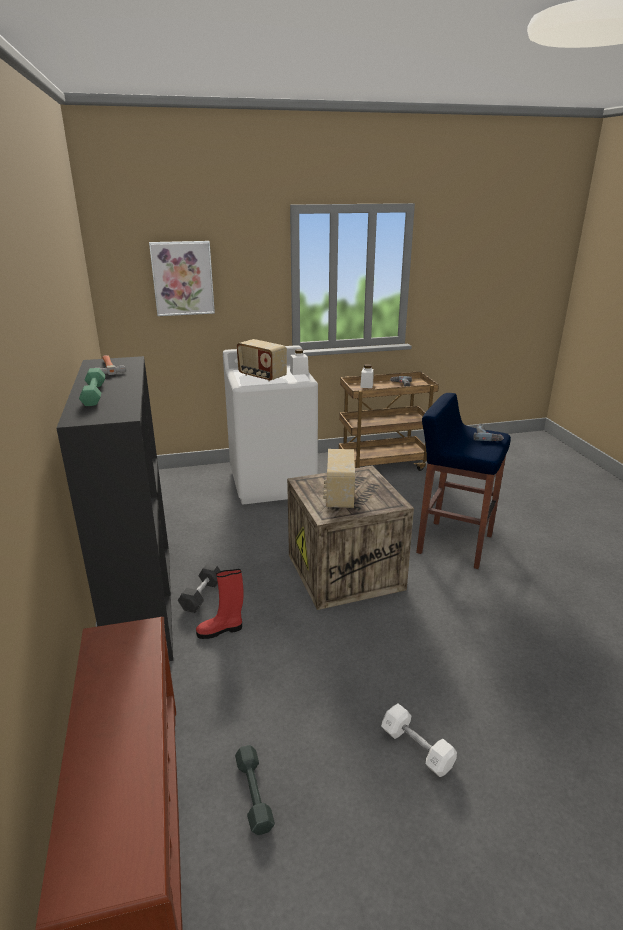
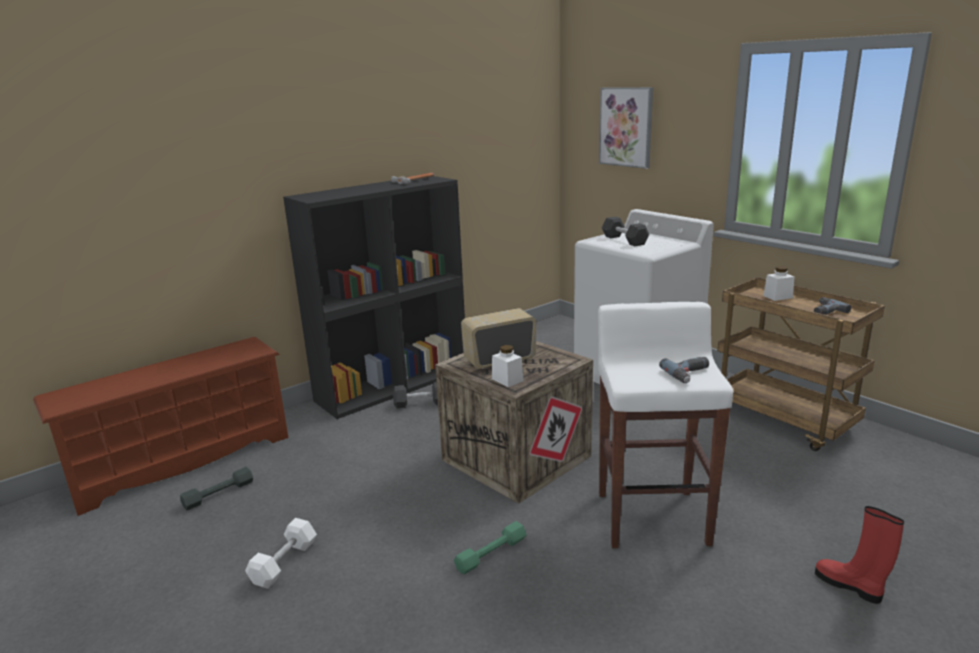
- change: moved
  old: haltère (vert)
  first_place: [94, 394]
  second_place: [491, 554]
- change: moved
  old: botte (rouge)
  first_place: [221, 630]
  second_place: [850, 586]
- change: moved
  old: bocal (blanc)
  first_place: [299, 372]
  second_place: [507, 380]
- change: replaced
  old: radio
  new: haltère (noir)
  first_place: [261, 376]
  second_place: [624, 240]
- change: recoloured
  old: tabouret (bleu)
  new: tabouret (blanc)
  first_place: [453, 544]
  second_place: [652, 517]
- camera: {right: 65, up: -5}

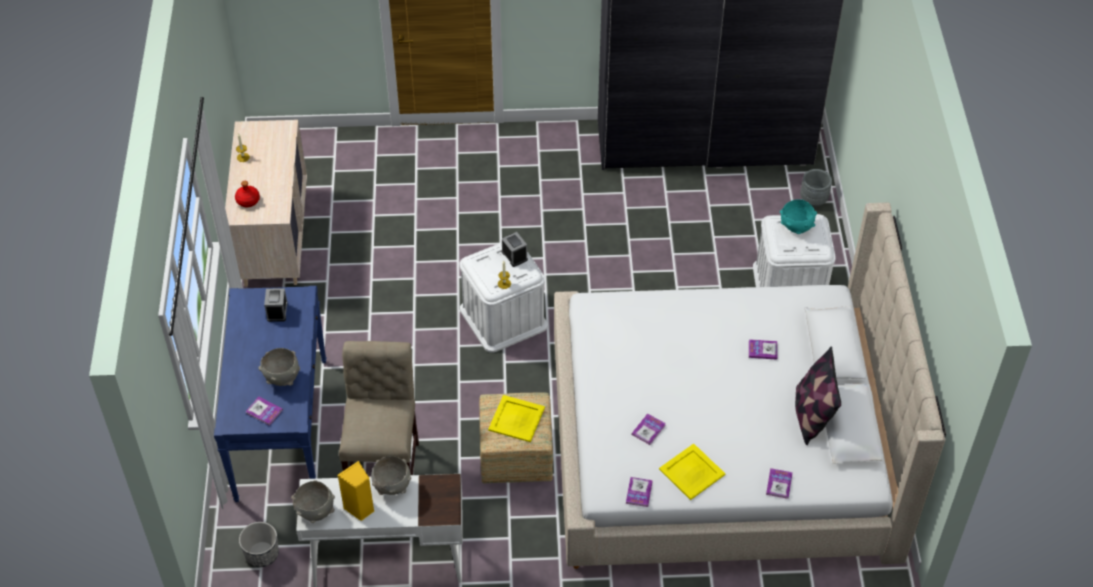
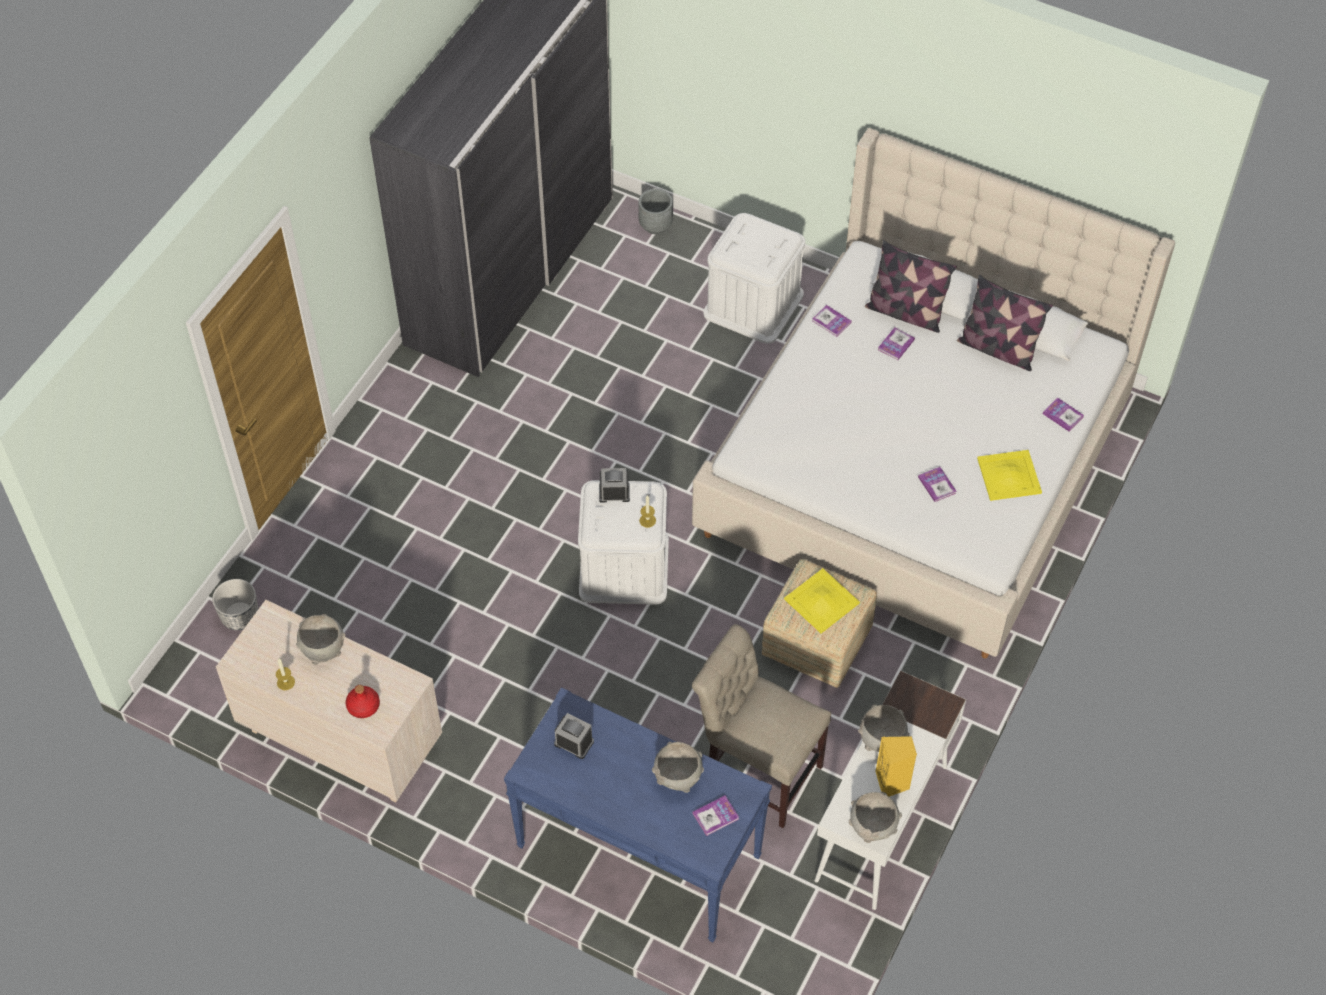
- change: removed
  old: bol (turquoise)
  first_place: [796, 227]
- change: added
  new: bol (gris)
  second_place: [323, 650]
- change: added
  new: coussin
  second_place: [905, 312]
- change: moved
  old: cache-pot
  first_place: [261, 554]
  second_place: [240, 616]
- change: moved
  old: livre
  first_place: [639, 492]
  second_place: [831, 321]
- camera: {right: -60, up: 5}

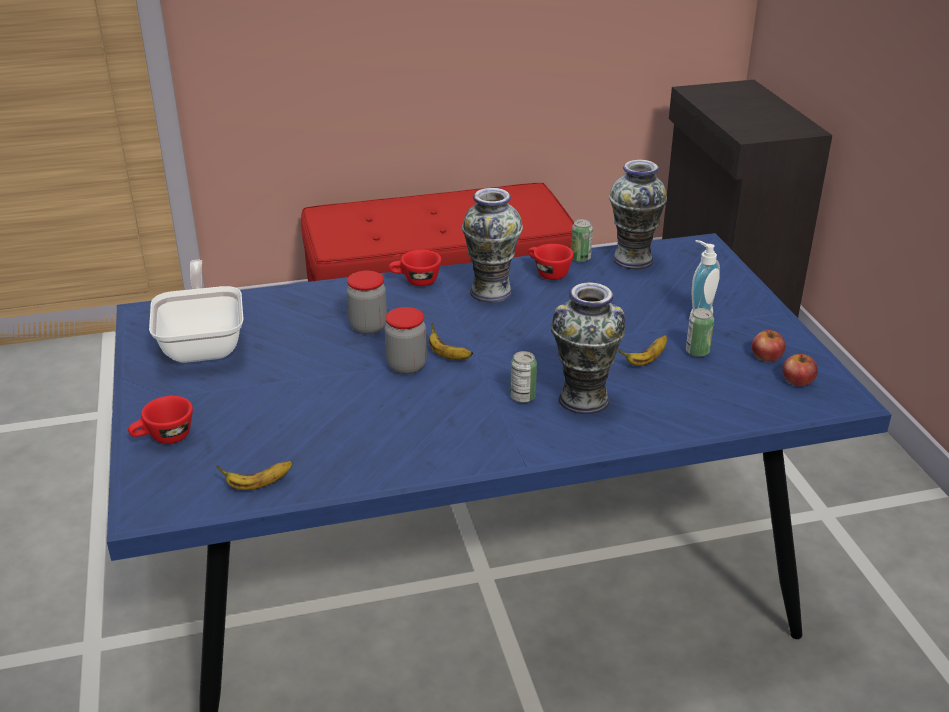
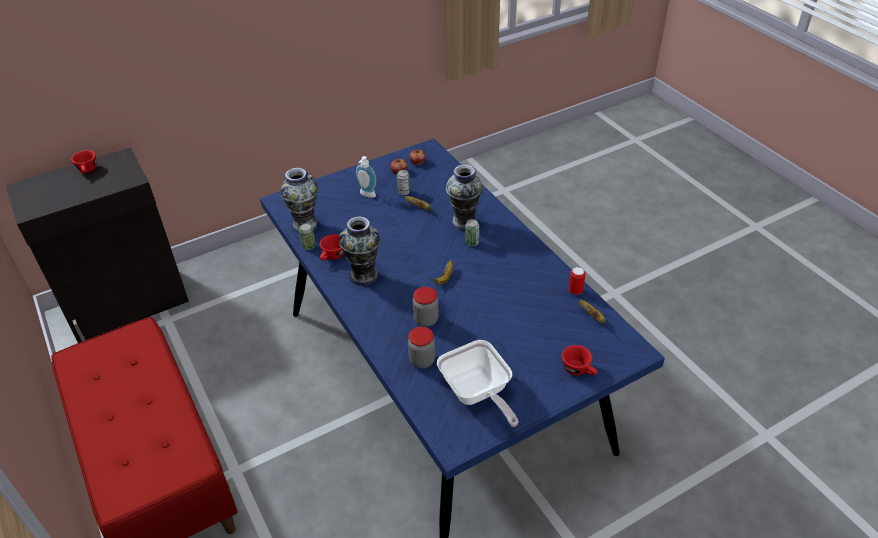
- change: added
  new: boîte métallique
  second_place: [575, 291]
- change: moved
  old: bocal
  first_place: [406, 365]
  second_place: [422, 360]
- change: moved
  old: tasse (rouge)
  first_place: [415, 281]
  second_place: [88, 170]
- change: turned
  old: poêle
  first_place: [203, 343]
  second_place: [477, 394]
  degrees: -90
- camera: {right: -105, up: 10}

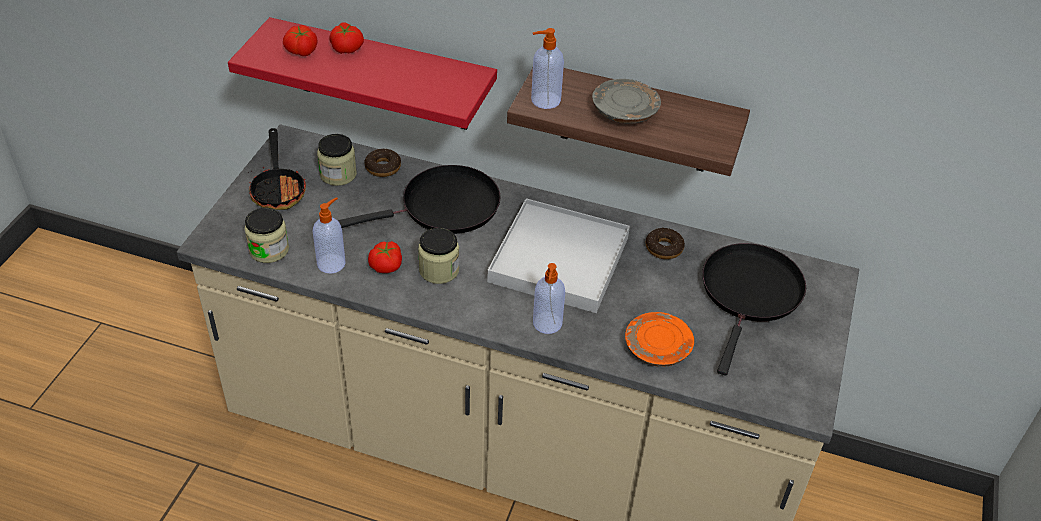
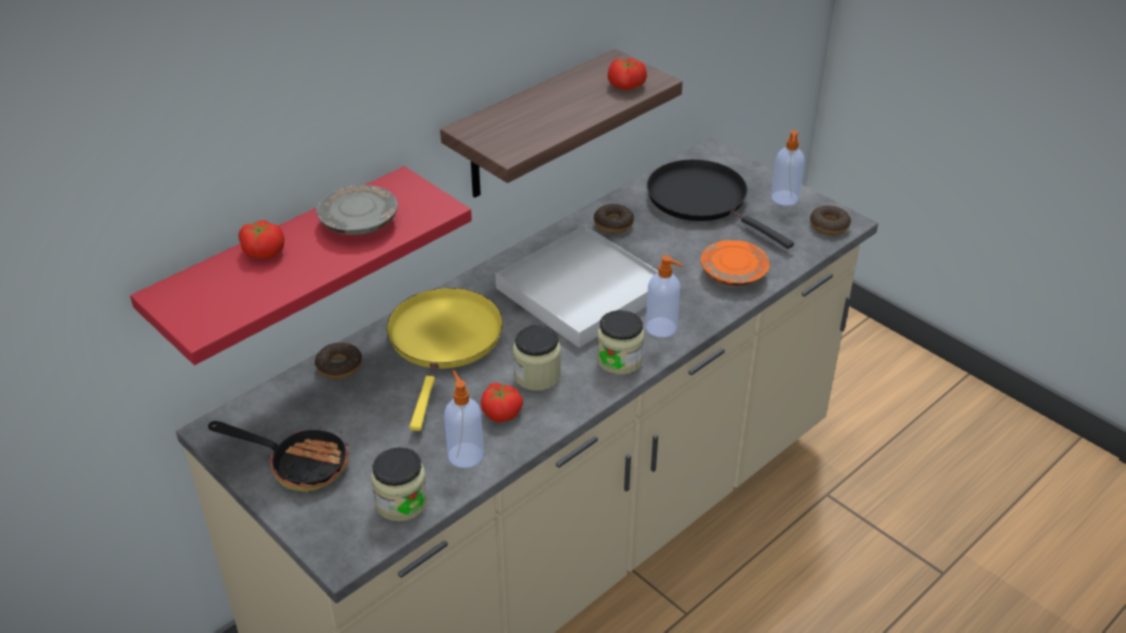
- change: added
  new: beignet
  second_place: [829, 226]
- change: moved
  old: tomate
  first_place: [301, 51]
  second_place: [626, 86]
- change: moved
  old: bocal
  first_place: [338, 174]
  second_place: [619, 360]
- change: moved
  old: distributeur de savon
  first_place: [544, 100]
  second_place: [784, 199]
- change: moved
  old: assiette (gris)
  first_place: [624, 111]
  second_place: [358, 222]
- change: recoloured
  old: poêle (noir)
  new: poêle (jaune)
  first_place: [444, 207]
  second_place: [444, 341]
- camera: {right: -60, up: -5}

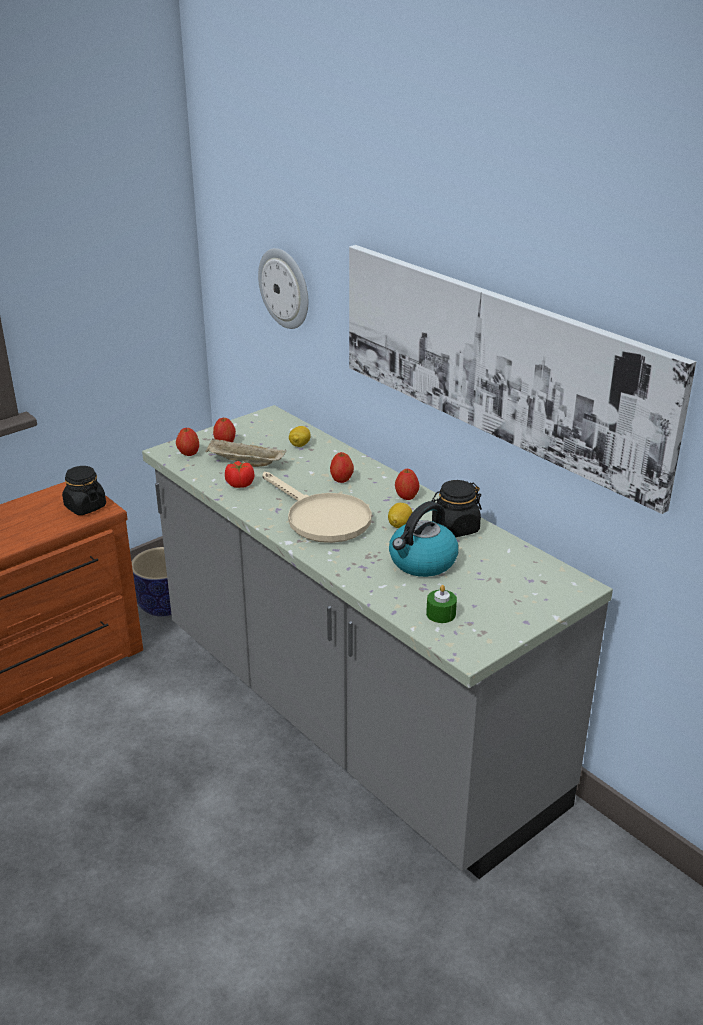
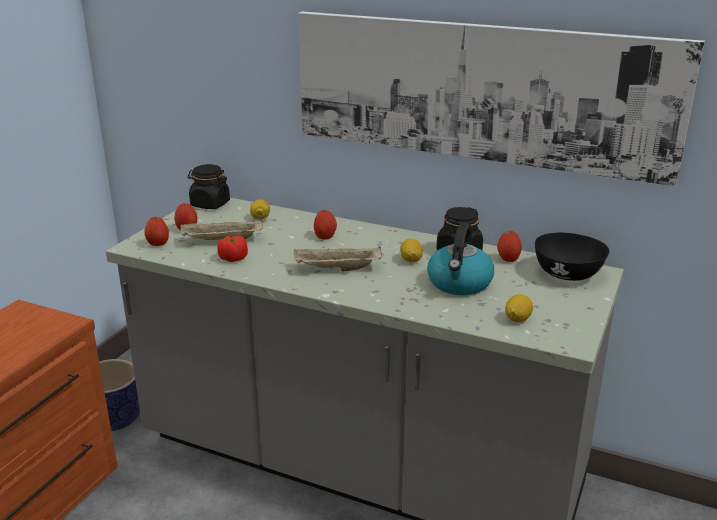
- change: removed
  old: horloge murale
  first_place: [285, 288]
- change: added
  new: bol (noir)
  second_place: [567, 274]
- change: moved
  old: bocal (noir)
  first_place: [85, 506]
  second_place: [210, 204]
- change: moved
  old: pomme
  first_place: [406, 496]
  second_place: [508, 259]
- change: replaced
  old: poêle (beige)
  new: plateau (beige)
  first_place: [321, 518]
  second_place: [336, 269]
- change: replaced
  old: bougie (vert)
  new: citron
  first_place: [441, 614]
  second_place: [517, 319]
- camera: {right: -25, up: -5}

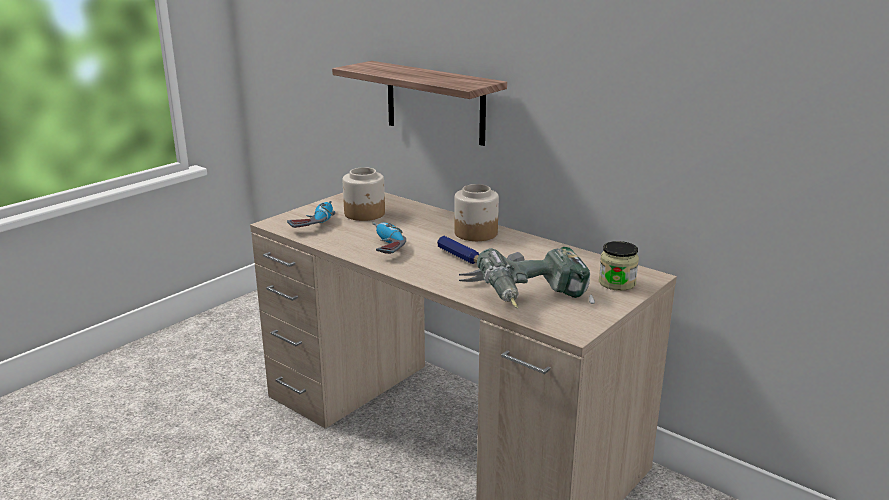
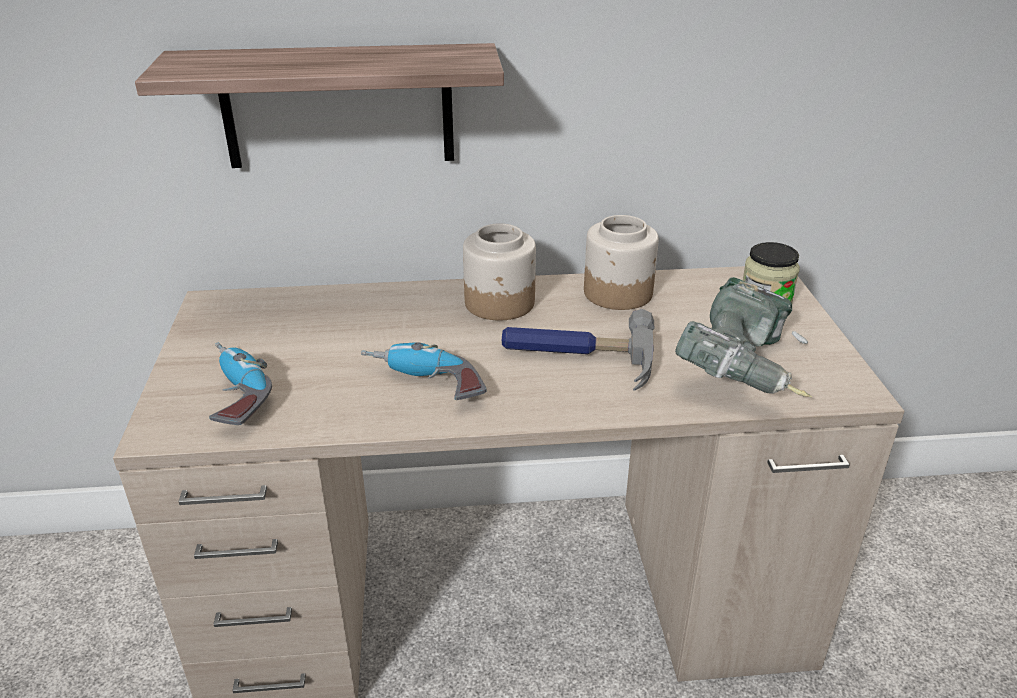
- change: moved
  old: bocal
  first_place: [365, 214]
  second_place: [619, 293]
- camera: {right: -45, up: 10}

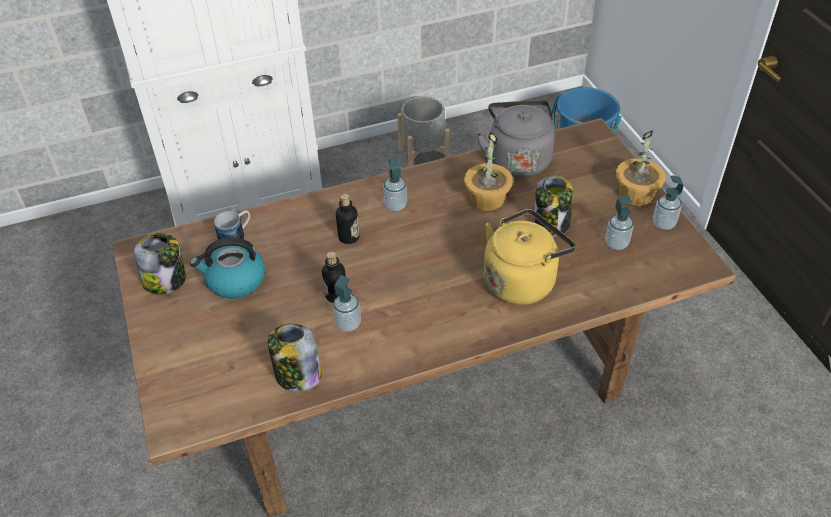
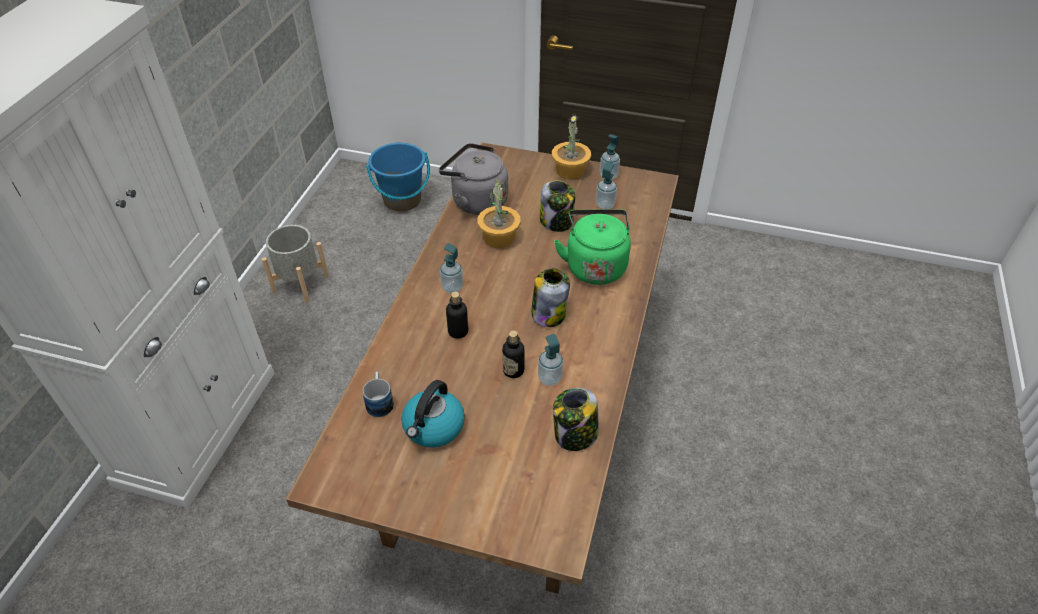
- change: moved
  old: bocal
  first_place: [166, 280]
  second_place: [548, 313]
- change: recoloured
  old: bouilloire (jaune)
  new: bouilloire (vert)
  first_place: [522, 280]
  second_place: [595, 265]
- camera: {right: -55, up: 0}

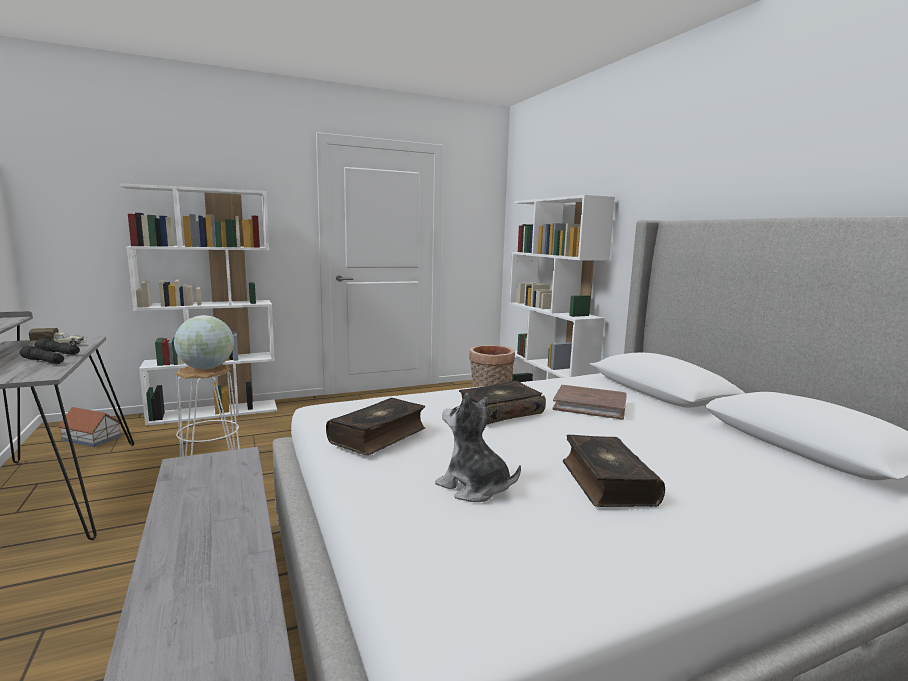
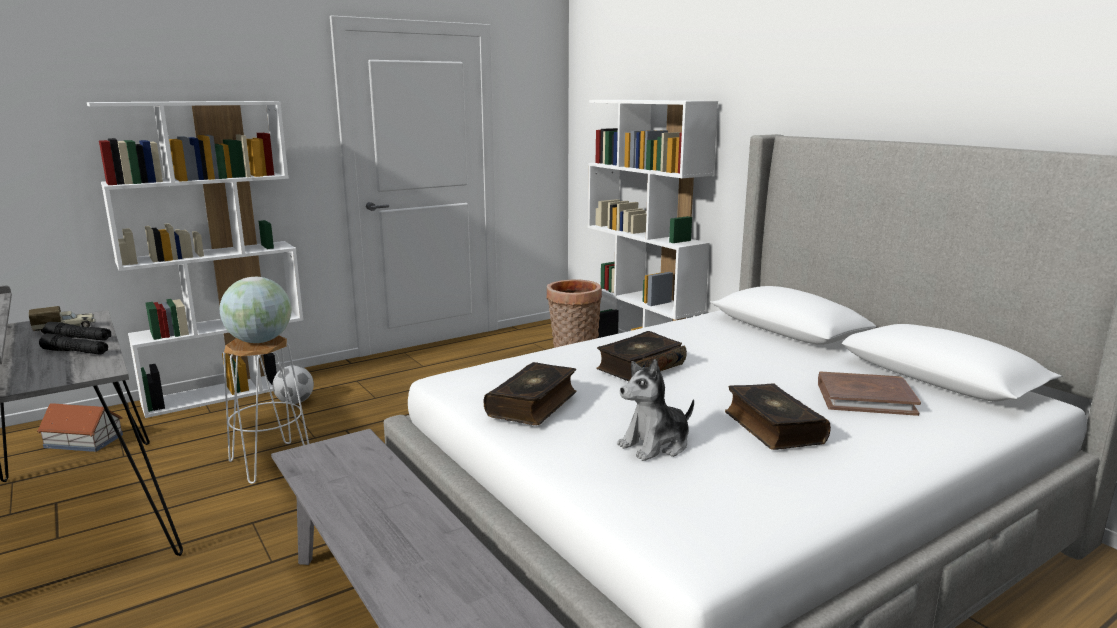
- change: added
  new: ballon de foot
  second_place: [295, 402]
- change: moved
  old: livre (marron)
  first_place: [590, 405]
  second_place: [865, 398]
- change: turned
  old: peluche
  first_place: [474, 487]
  second_place: [656, 445]
  degrees: -60
- camera: {right: -10, up: 5}

